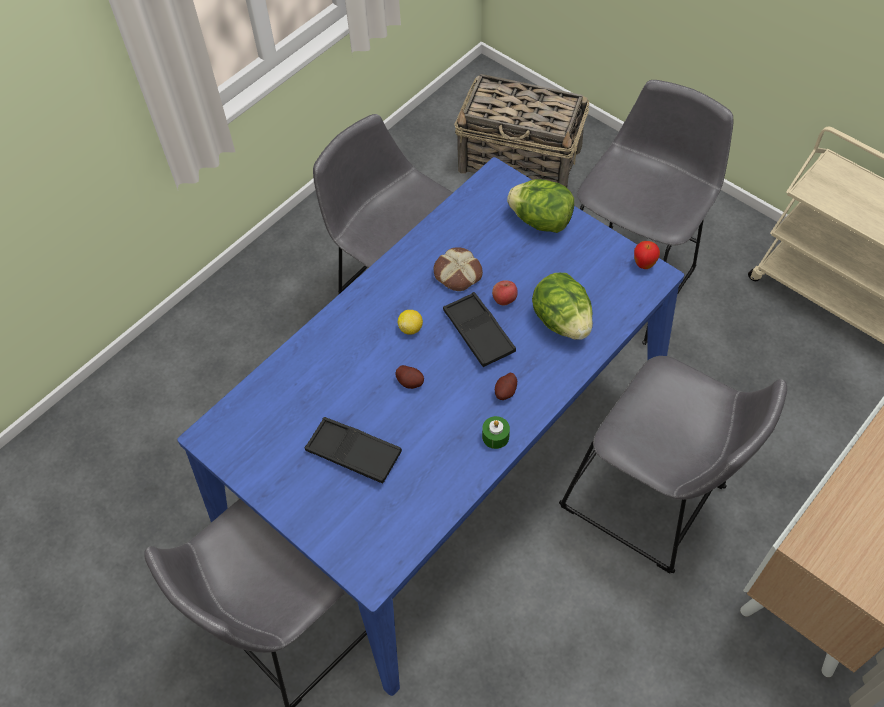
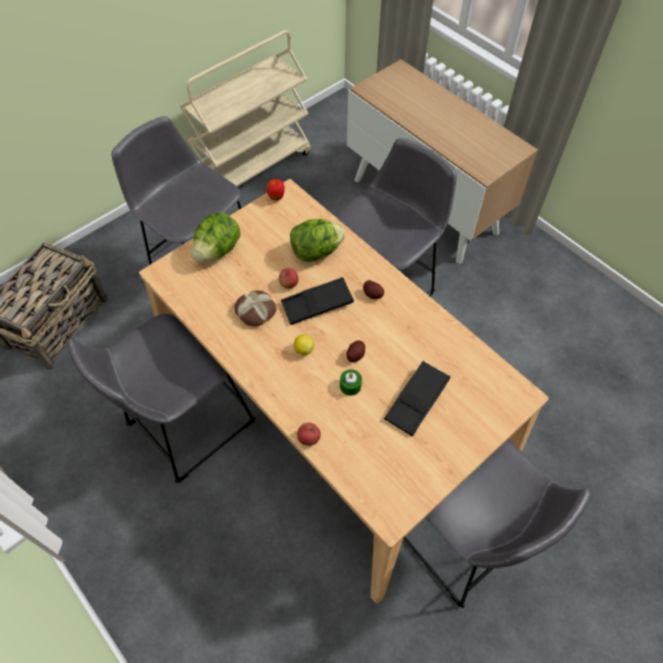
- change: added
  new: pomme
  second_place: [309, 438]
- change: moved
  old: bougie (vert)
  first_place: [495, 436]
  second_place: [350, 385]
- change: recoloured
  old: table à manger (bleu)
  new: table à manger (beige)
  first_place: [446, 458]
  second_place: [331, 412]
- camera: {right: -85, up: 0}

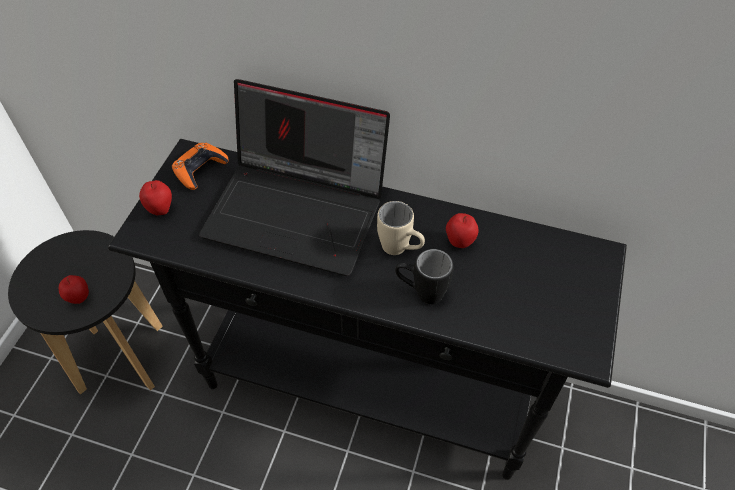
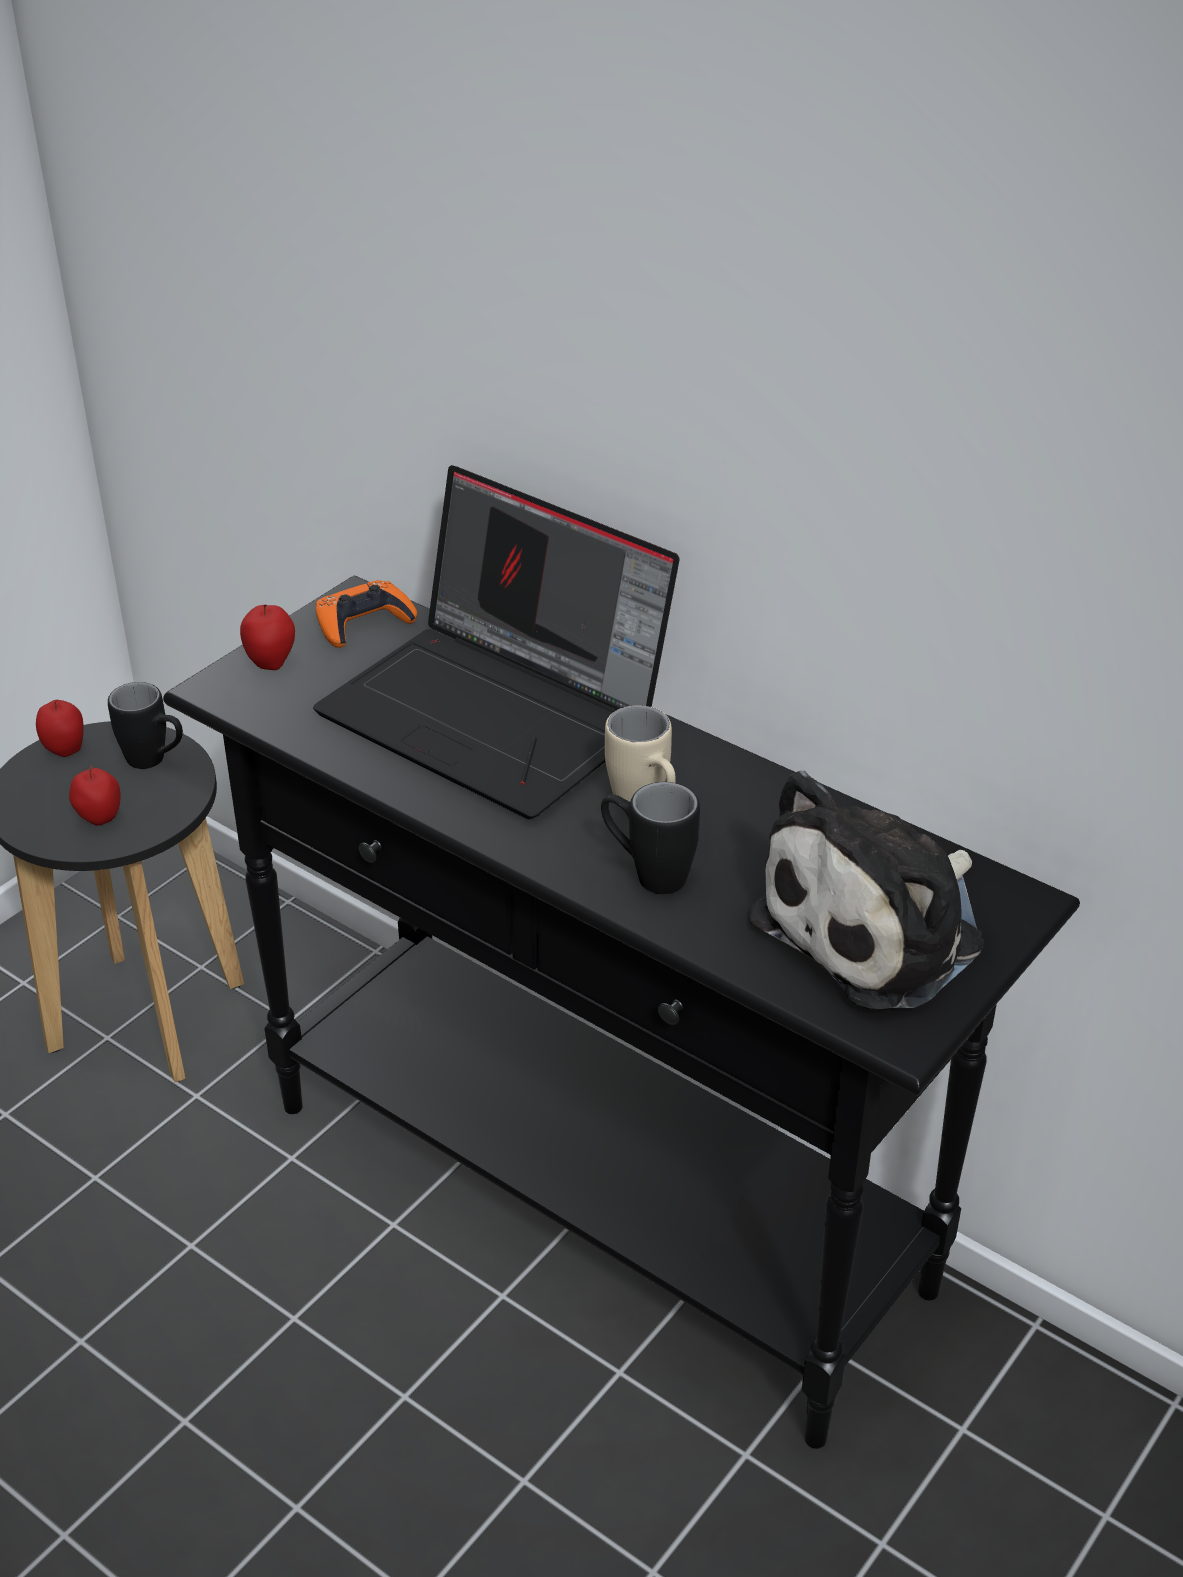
- change: added
  new: mug (noir)
  second_place: [156, 762]
- change: added
  new: peluche
  second_place: [878, 929]
- change: moved
  old: pomme
  first_place: [459, 242]
  second_place: [65, 750]
- camera: {right: 20, up: -15}

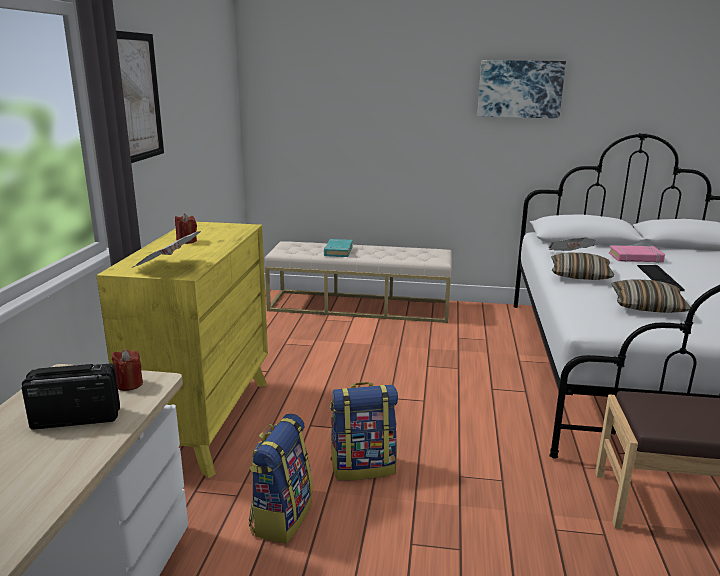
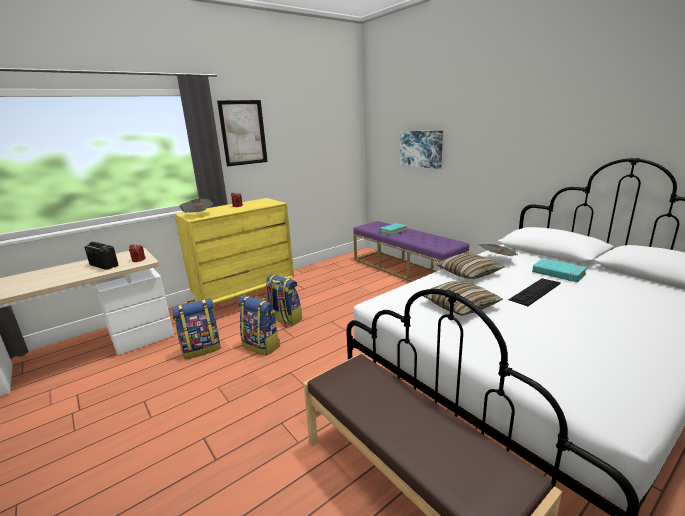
- change: added
  new: sac à dos
  second_place: [284, 320]
- change: moved
  old: tableau
  first_place: [520, 89]
  second_place: [421, 149]
- change: recoloured
  old: banc (beige)
  new: banc (violet)
  first_place: [360, 306]
  second_place: [405, 270]
- change: recoloured
  old: livre (rose)
  new: livre (turquoise)
  first_place: [635, 258]
  second_place: [558, 273]
- camera: {right: 45, up: 0}

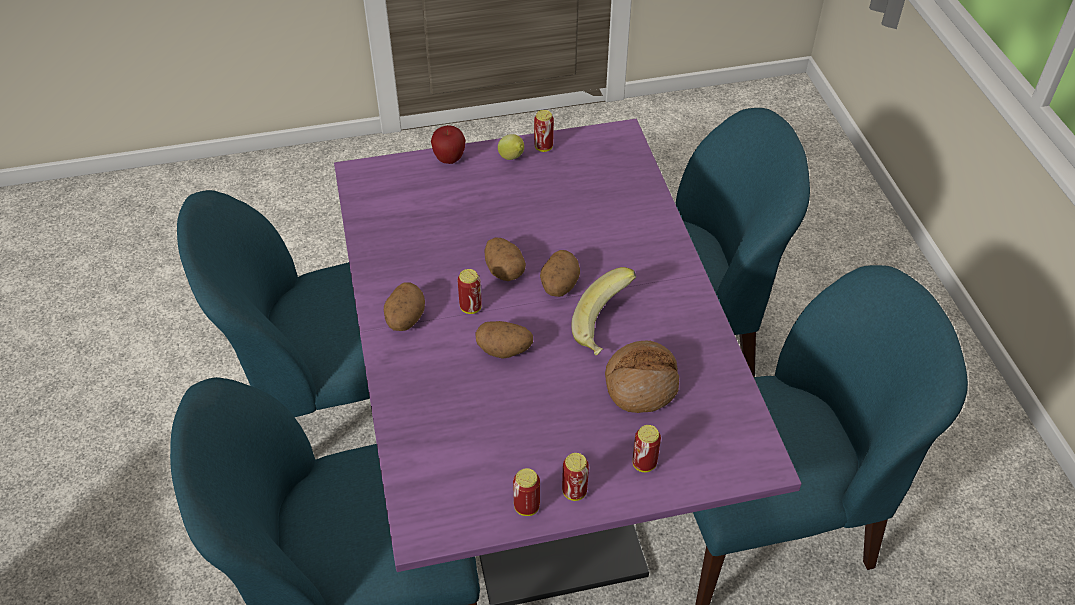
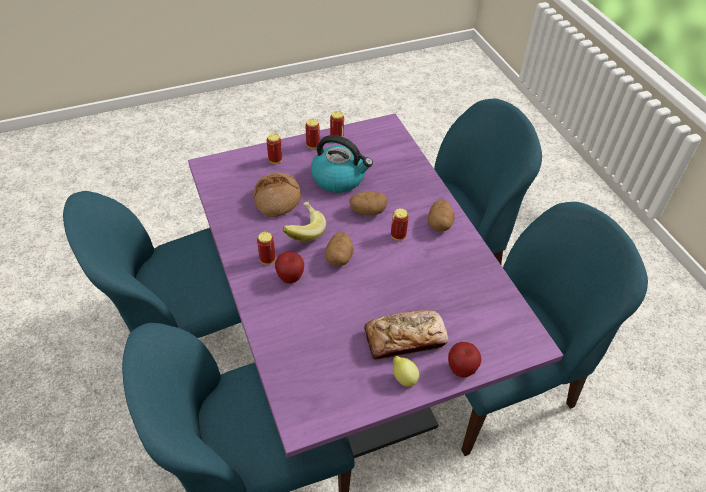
- change: removed
  old: pomme de terre
  first_place: [504, 270]
- change: added
  new: pomme
  second_place: [290, 278]
- change: added
  new: bouilloire
  second_place: [339, 178]
- change: added
  new: pain
  second_place: [405, 339]
- change: moved
  old: boîte métallique
  first_place: [543, 147]
  second_place: [267, 259]
- camera: {right: 170, up: 0}

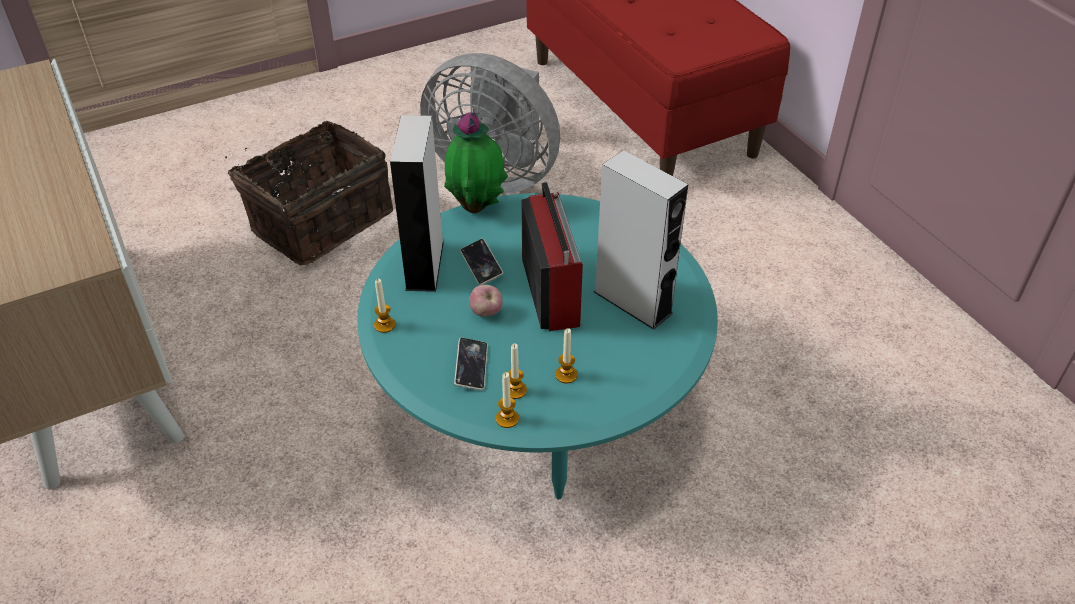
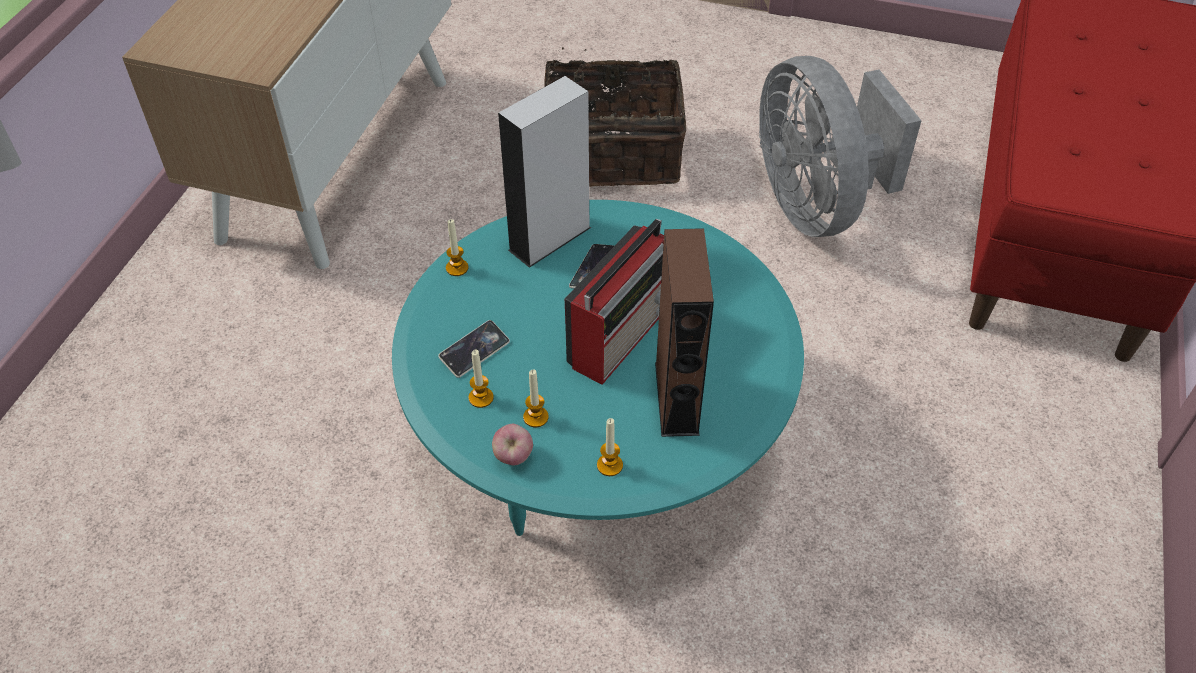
- change: removed
  old: plante en pot
  first_place: [477, 206]
- change: moved
  old: pomme
  first_place: [486, 313]
  second_place: [513, 457]
- change: moved
  old: bougie
  first_place: [507, 419]
  second_place: [609, 465]
- change: recoloured
  old: enceinte (gris)
  new: enceinte (marron)
  first_place: [632, 302]
  second_place: [676, 398]
- camera: {right: 45, up: 5}

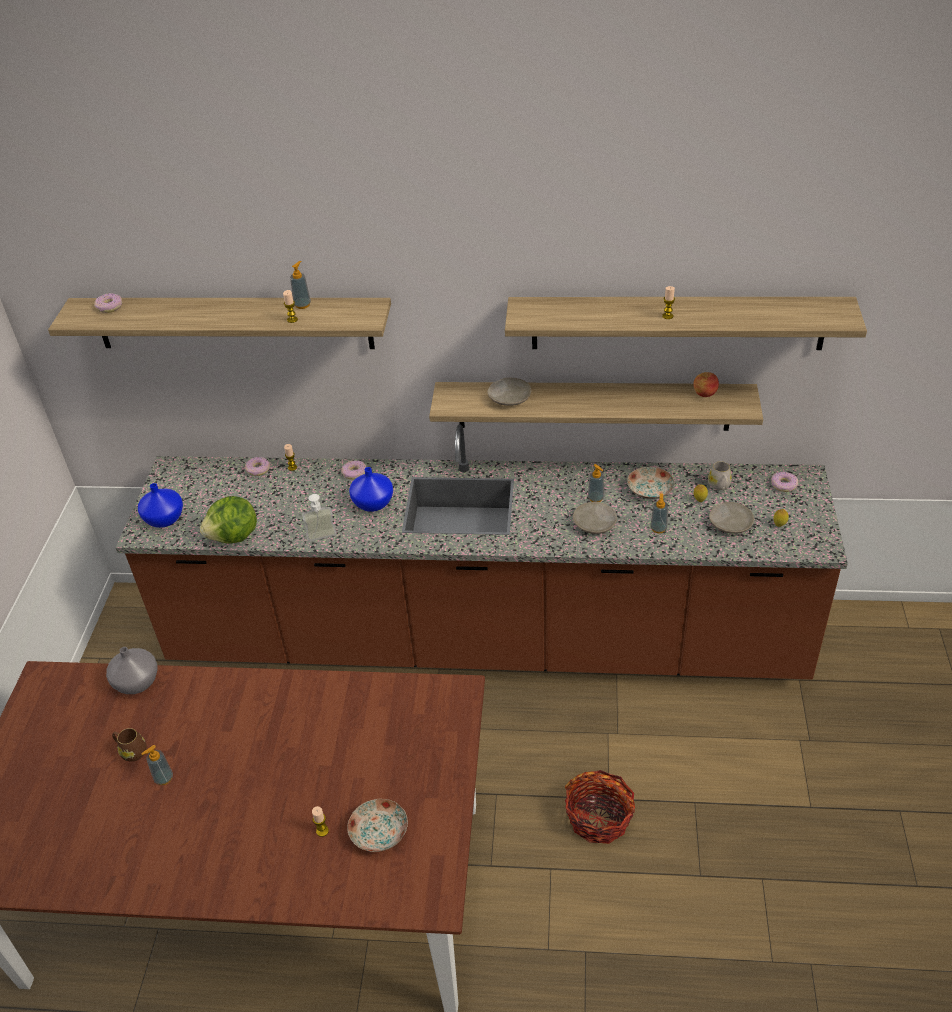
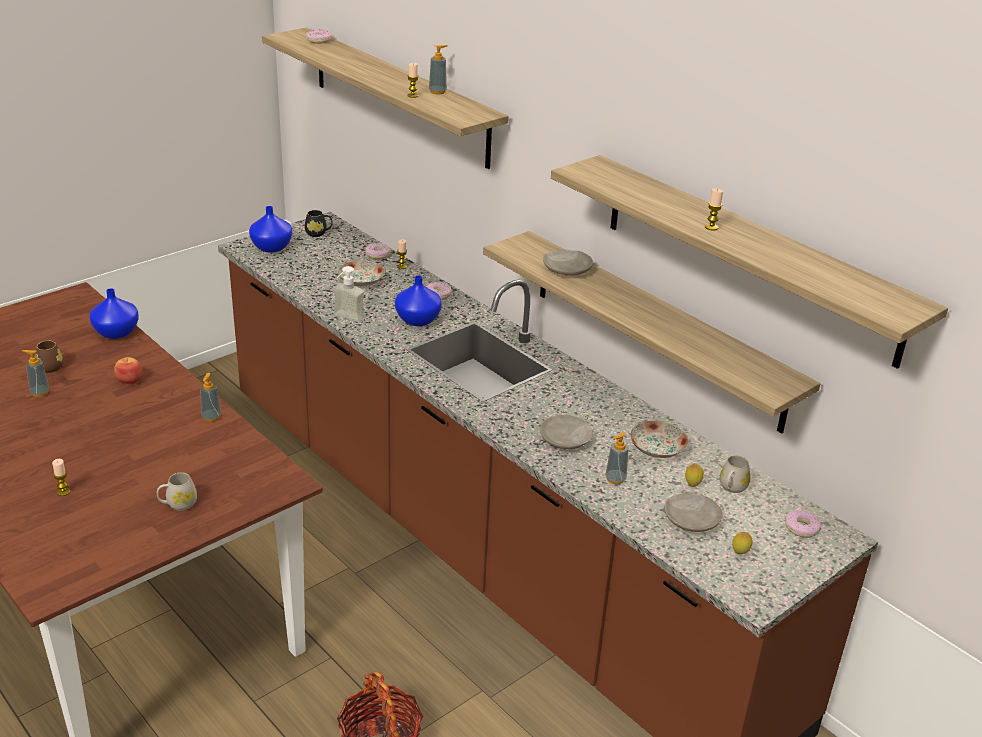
- change: removed
  old: laitue
  first_place: [234, 537]
- change: added
  new: mug (blanc)
  second_place: [178, 504]
- change: added
  new: mug (noir)
  second_place: [318, 233]
- change: moved
  old: assiette
  first_place: [378, 833]
  second_place: [360, 281]
- change: moved
  old: distributeur de savon
  first_place: [595, 498]
  second_place: [211, 417]
- change: moved
  old: pomme
  first_place: [704, 393]
  second_place: [129, 380]
- change: recoloured
  old: vase (gris)
  new: vase (bleu)
  first_place: [138, 682]
  second_place: [117, 332]
- camera: {right: 40, up: -10}

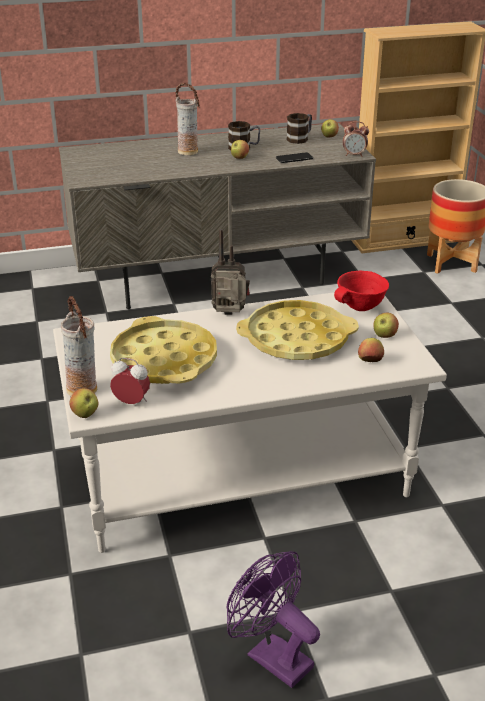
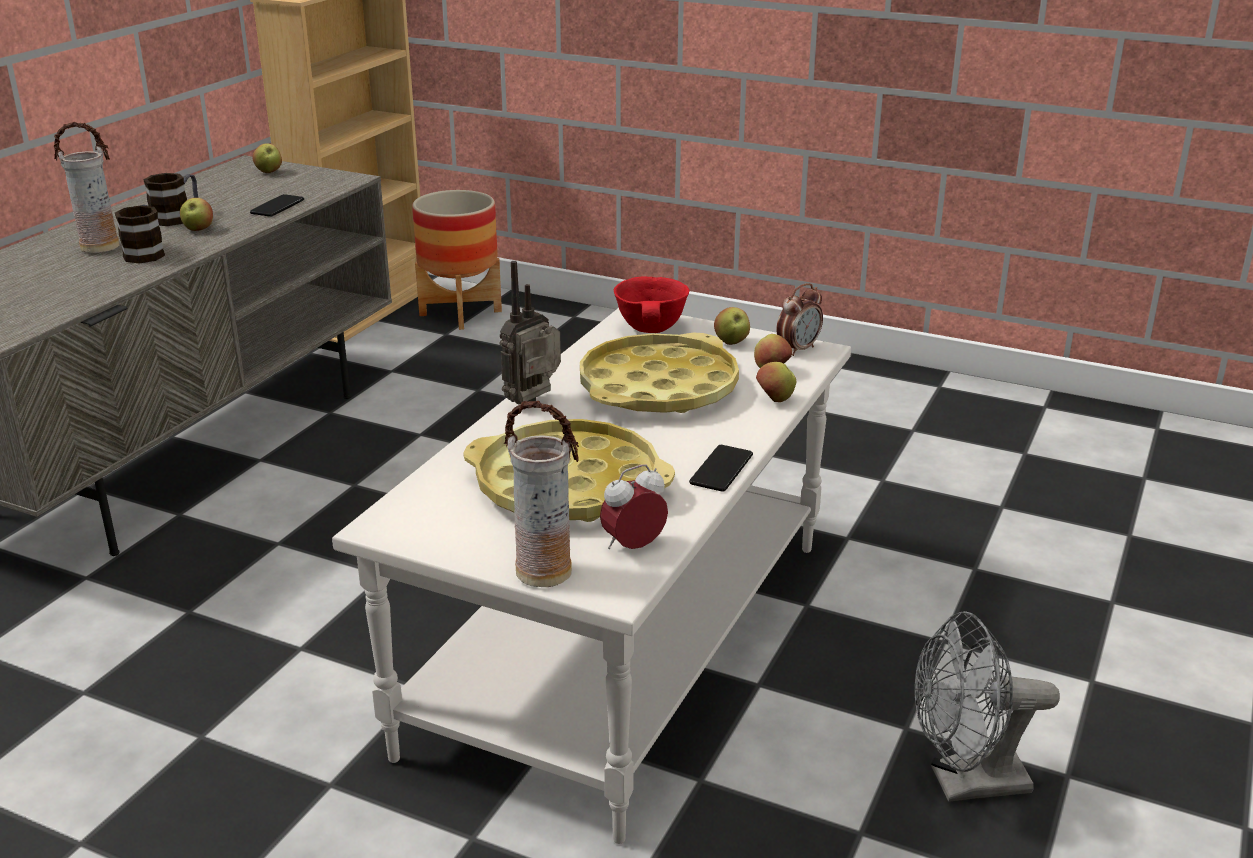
- change: added
  new: téléphone
  second_place: [721, 469]
- change: moved
  old: pomme
  first_place: [85, 414]
  second_place: [774, 400]
- change: moved
  old: mug
  first_place: [300, 138]
  second_place: [146, 252]
- change: moved
  old: réveil
  first_place: [354, 155]
  second_place: [798, 349]
- change: recoloured
  old: ventilateur (violet)
  new: ventilateur (gris)
  first_place: [271, 656]
  second_place: [965, 784]
- camera: {right: -50, up: -5}

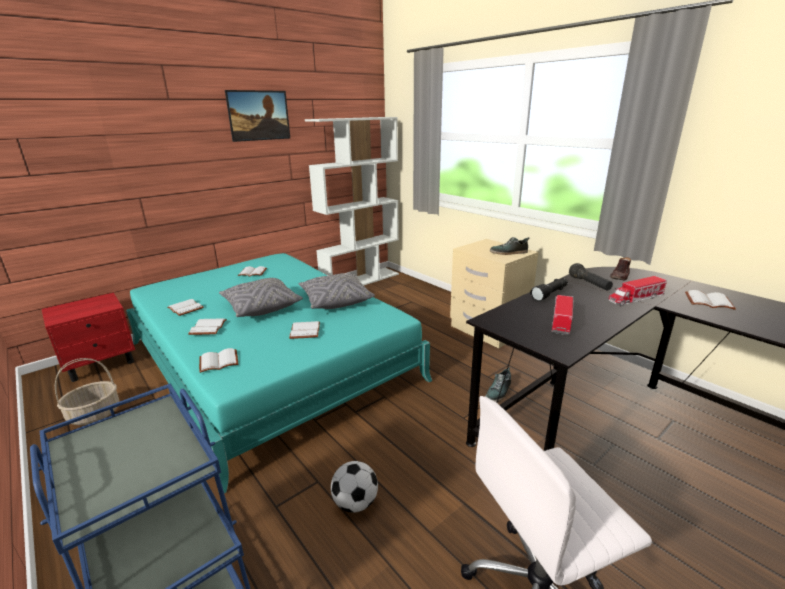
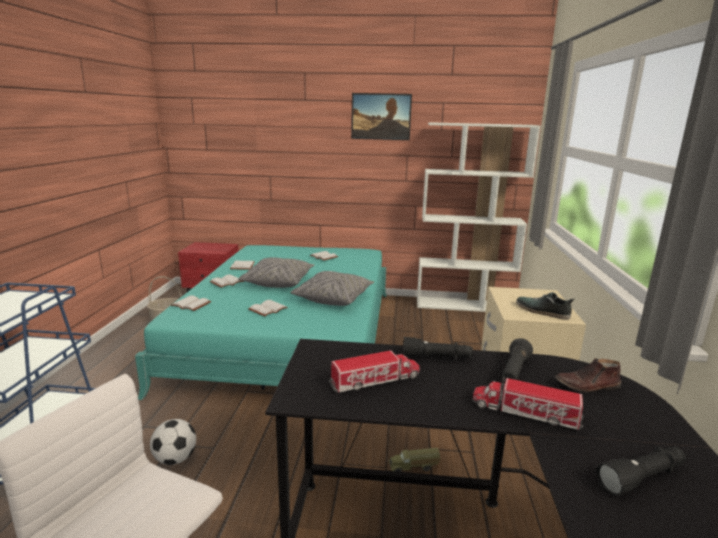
- change: replaced
  old: chaussure
  new: camion jouet
  first_place: [499, 392]
  second_place: [413, 467]
- change: replaced
  old: livre (blanc)
  new: lampe de poche (noir)
  first_place: [709, 301]
  second_place: [642, 478]
- camera: {right: 45, up: -5}

